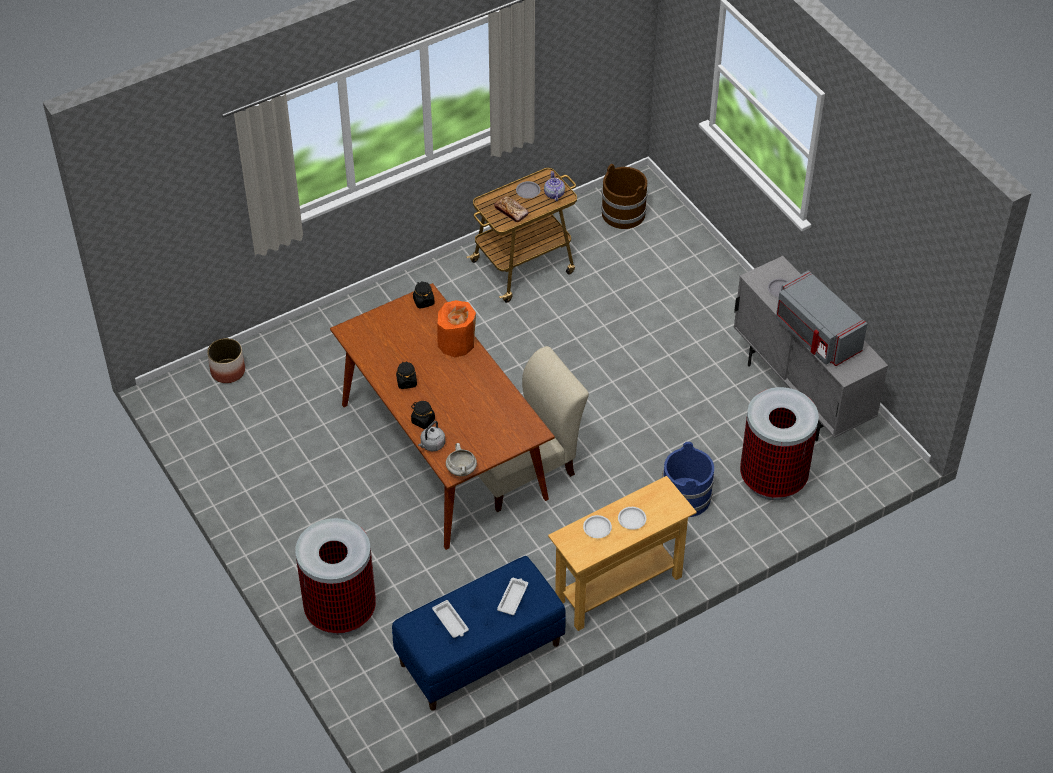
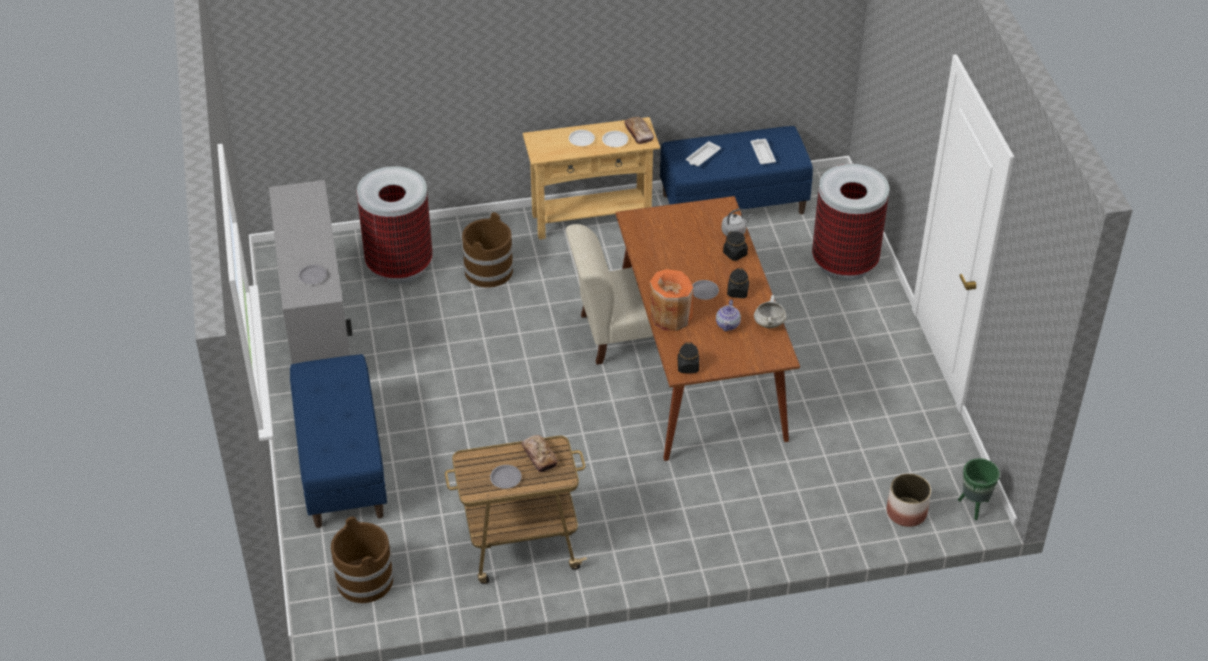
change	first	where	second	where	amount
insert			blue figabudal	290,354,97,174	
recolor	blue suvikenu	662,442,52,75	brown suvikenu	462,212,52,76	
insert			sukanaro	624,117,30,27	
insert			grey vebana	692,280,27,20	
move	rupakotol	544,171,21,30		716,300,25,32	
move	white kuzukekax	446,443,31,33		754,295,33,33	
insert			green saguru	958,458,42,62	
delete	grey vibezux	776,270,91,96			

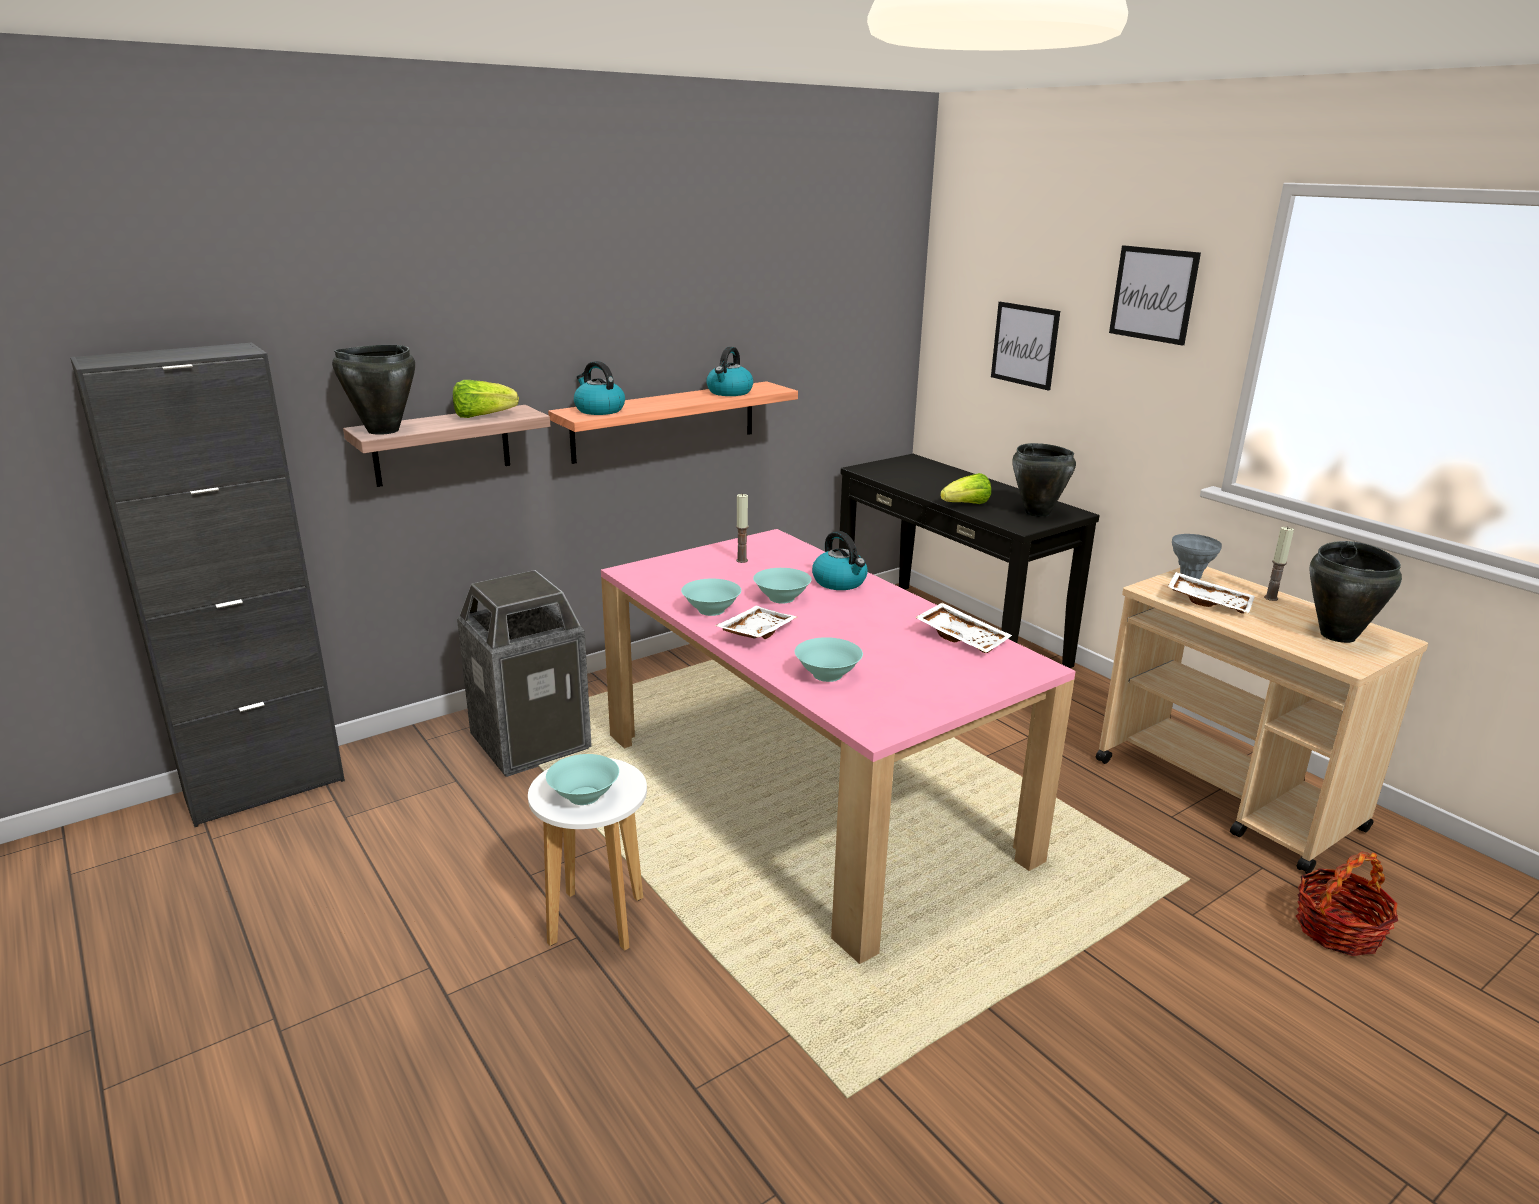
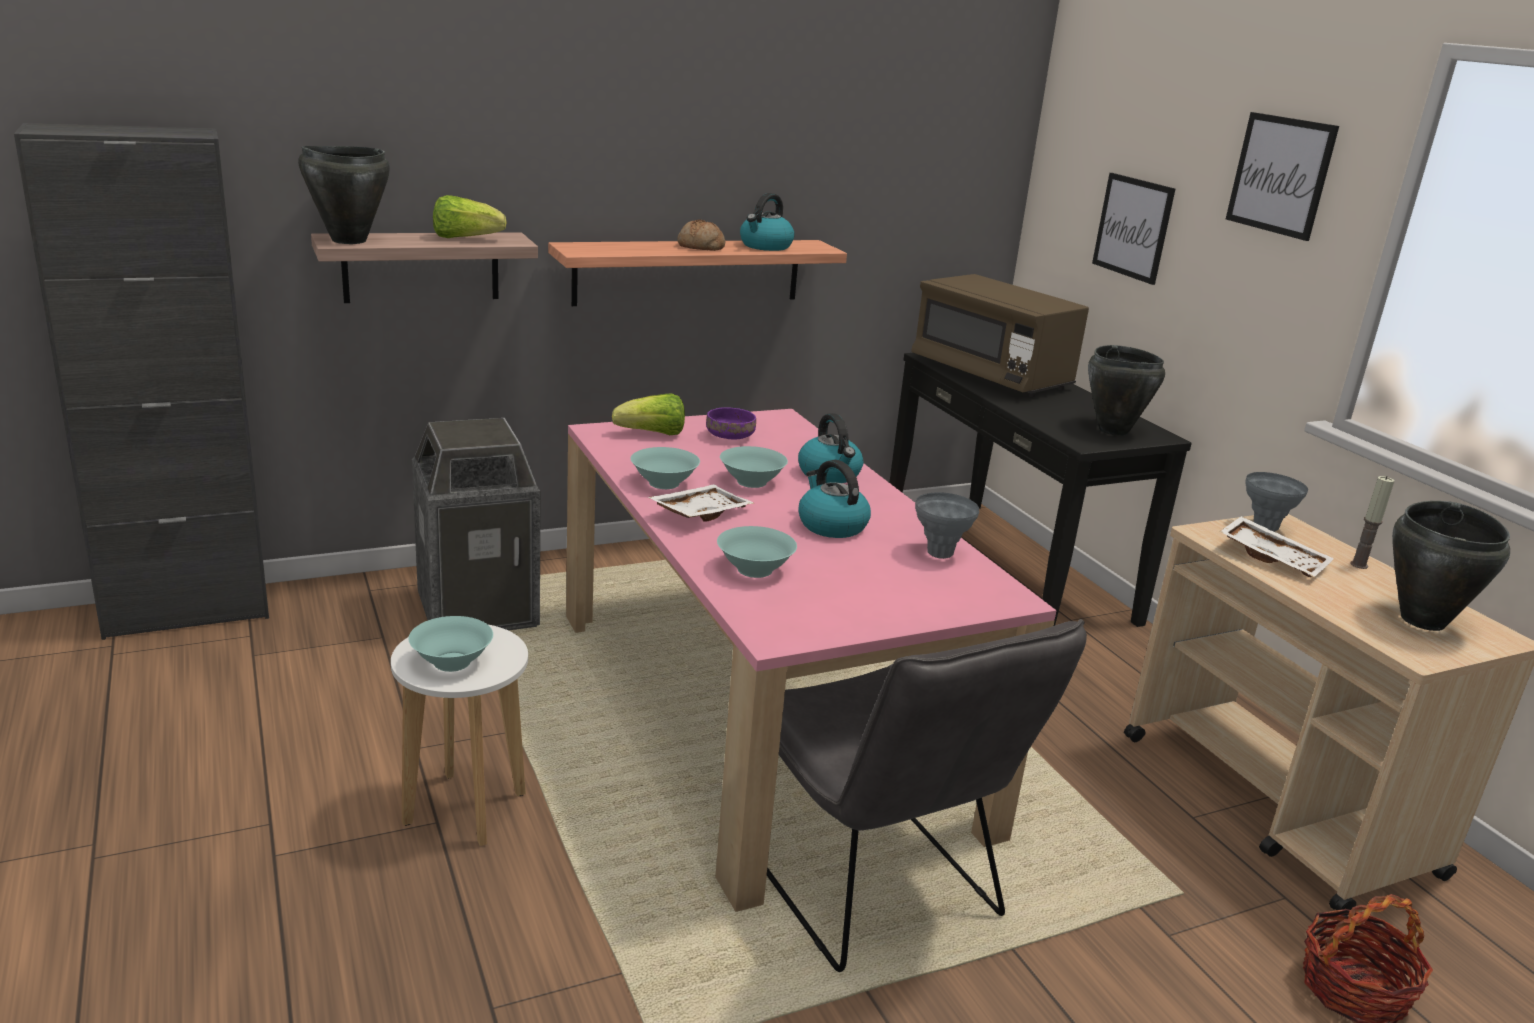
change	first	where	second	where	amount
move	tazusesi	940,473,51,31		612,393,73,42	
insert			sukanaro	677,219,48,32	
replace	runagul	736,493,12,70	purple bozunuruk	706,407,50,33	
insert			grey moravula	767,619,320,353	
move	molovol	574,361,51,54		799,460,72,78	
insert			brown vibezux	911,274,178,123	
replace	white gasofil	915,603,97,50	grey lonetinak	915,492,64,67	

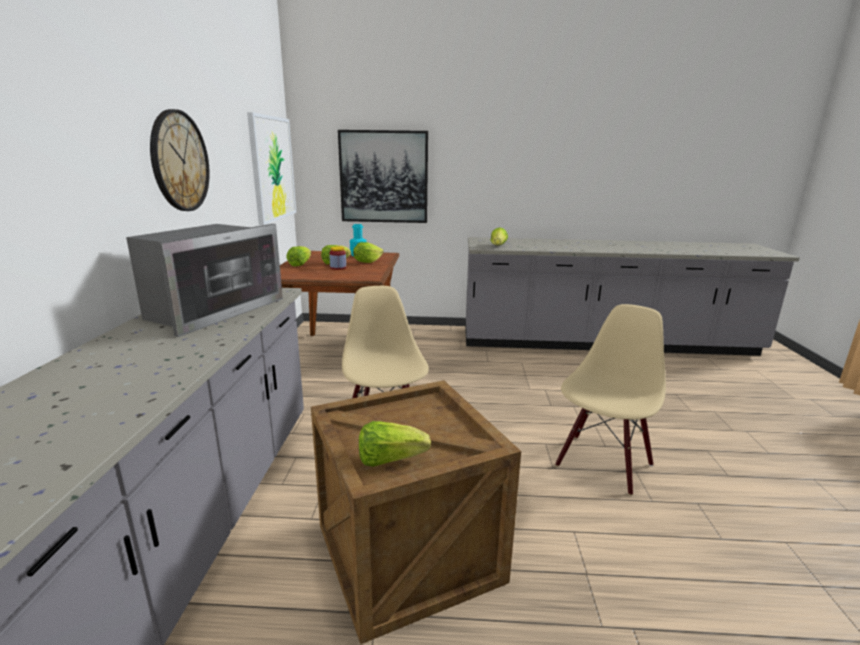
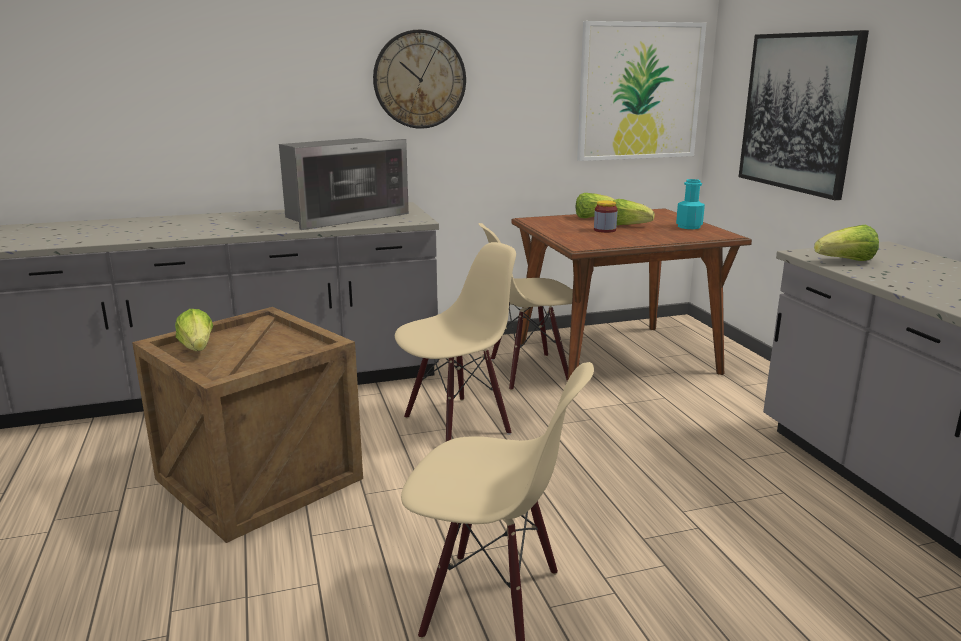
change	first	where	second	where	amount
rotate	vibezux	126,224,157,113		279,138,130,92	45 degrees counterclockwise
insert			beige moravula	478,223,95,168	
delete	tazusesi	353,242,31,21			

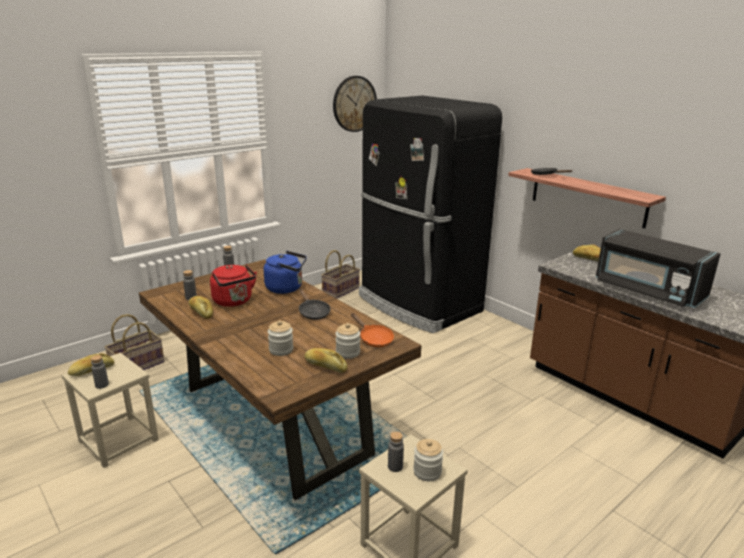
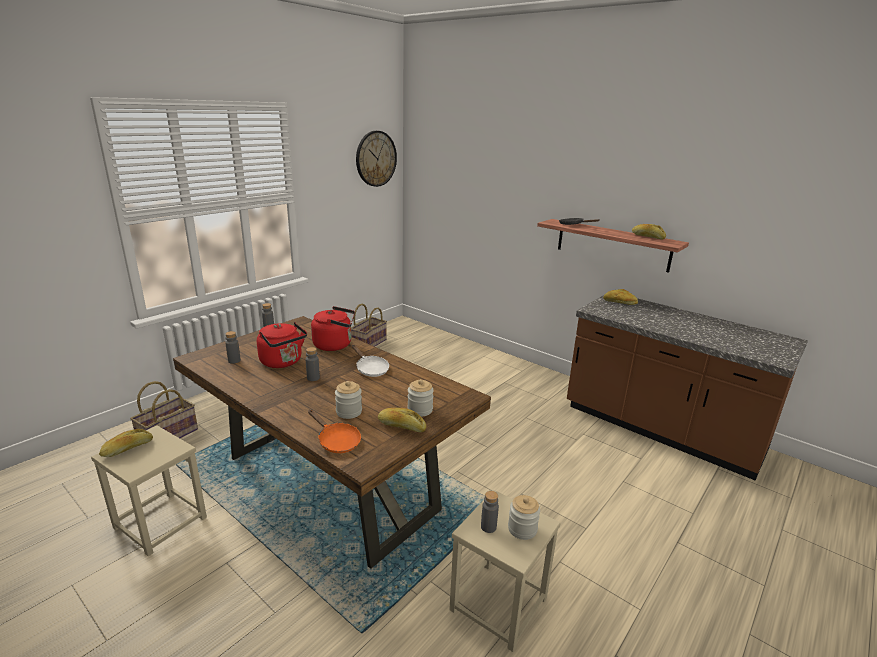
change	first	where	second	where	amount
move	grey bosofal	91,355,18,34		306,347,14,34	
move	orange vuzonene	351,313,43,34		308,410,53,43	
recolor	blue molovol	264,251,43,43	red molovol	311,306,44,45	
recolor	black vuzonene	299,289,32,31	white vuzonene	352,345,37,32	
move	sukanaro	189,296,24,23		632,224,34,16	
delete	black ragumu	359,96,143,237			
delete	black vibezux	596,229,125,79			

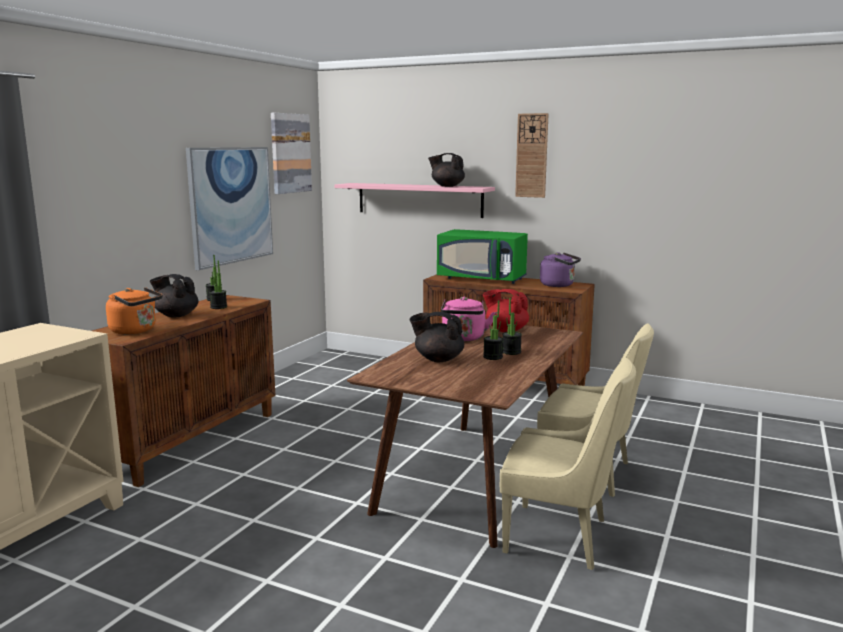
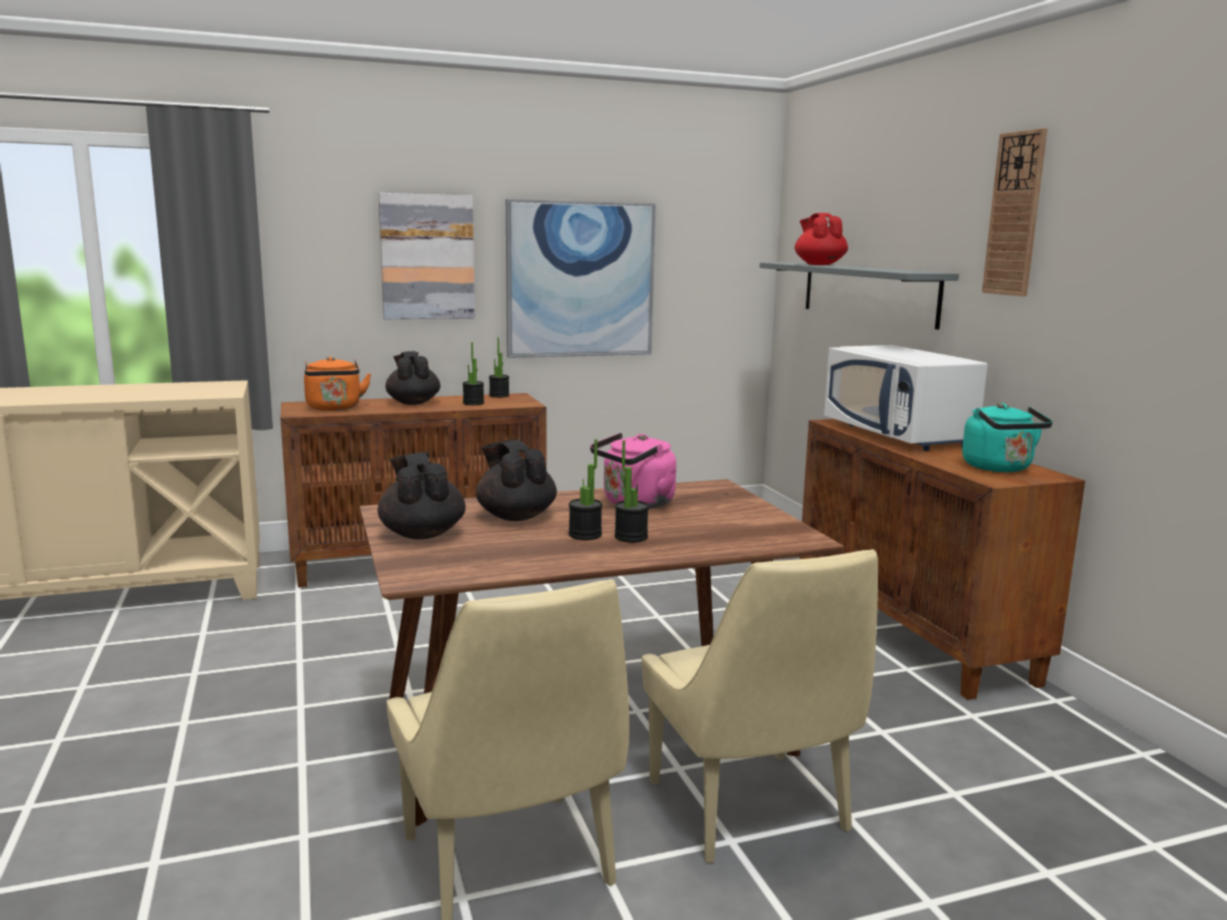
change	first	where	second	where	amount
move	black rupakotol	428,153,37,34		378,452,88,88	
move	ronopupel	271,113,41,81		379,193,96,126	
recolor	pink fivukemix	335,183,160,35	grey fivukemix	760,262,199,68	
move	red rupakotol	483,289,46,43		795,213,53,52	
recolor	green vibezux	437,229,91,55	white vibezux	824,345,164,106	
recolor	purple molovol	540,252,41,35	turquoise molovol	962,403,91,69	

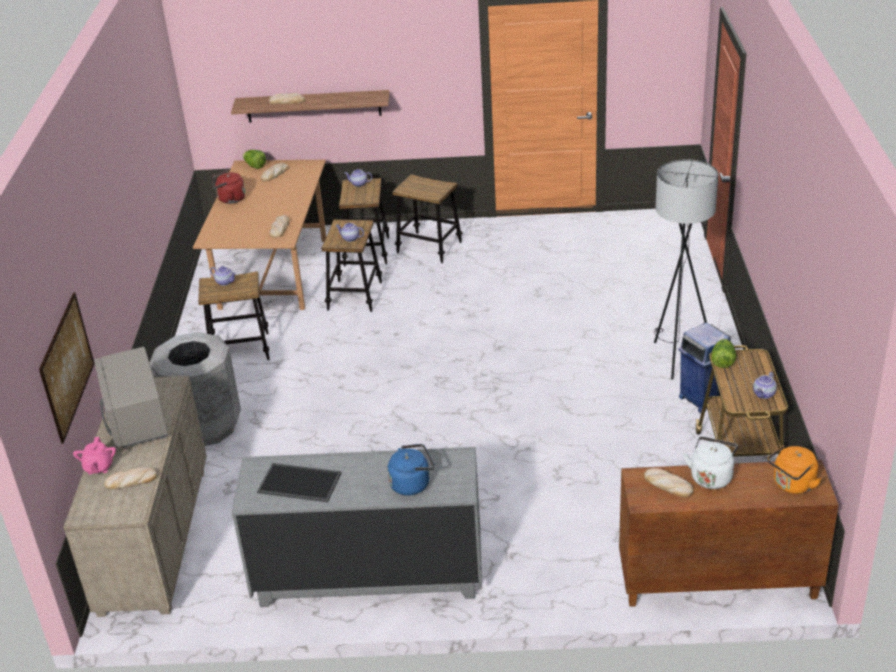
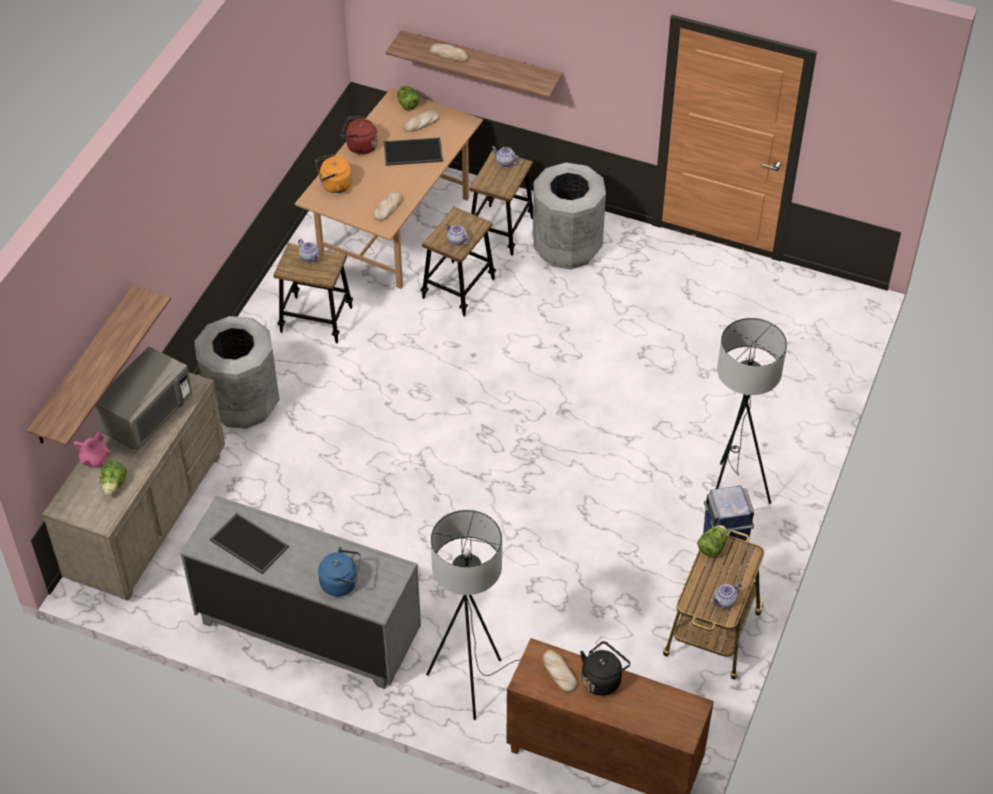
change	first	where	second	where	amount
replace	ronopupel	39,292,55,151	fivukemix	27,285,144,161	
rotate	grey vibezux	94,347,74,101		94,346,98,104	150 degrees counterclockwise
replace	sukanaro	104,467,53,22	tazusesi	100,461,27,34	
move	orange molovol	768,445,53,49		315,154,37,39	
insert			gasofil	383,137,60,29	
insert			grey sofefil	426,510,93,210	
replace	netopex	392,174,71,89	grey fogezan	533,162,73,108	
recolor	white molovol	683,437,55,52	black molovol	580,641,50,55	

